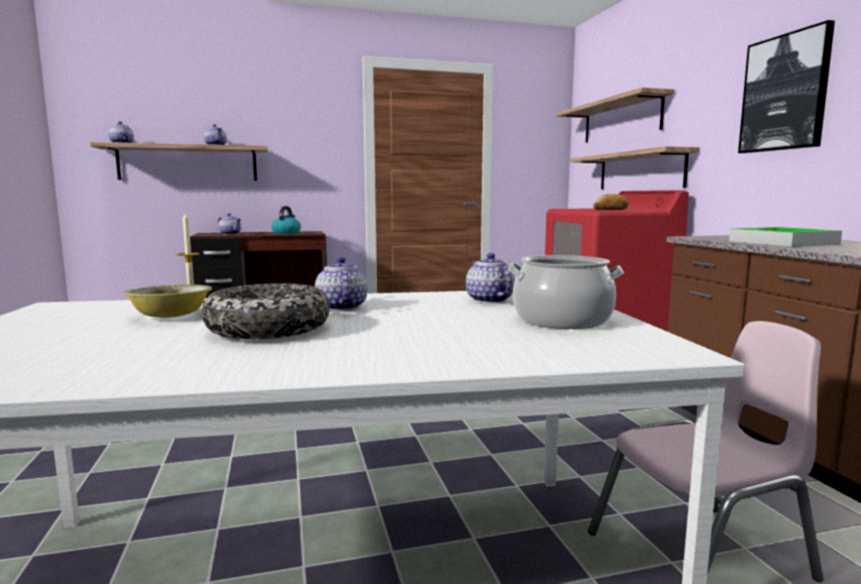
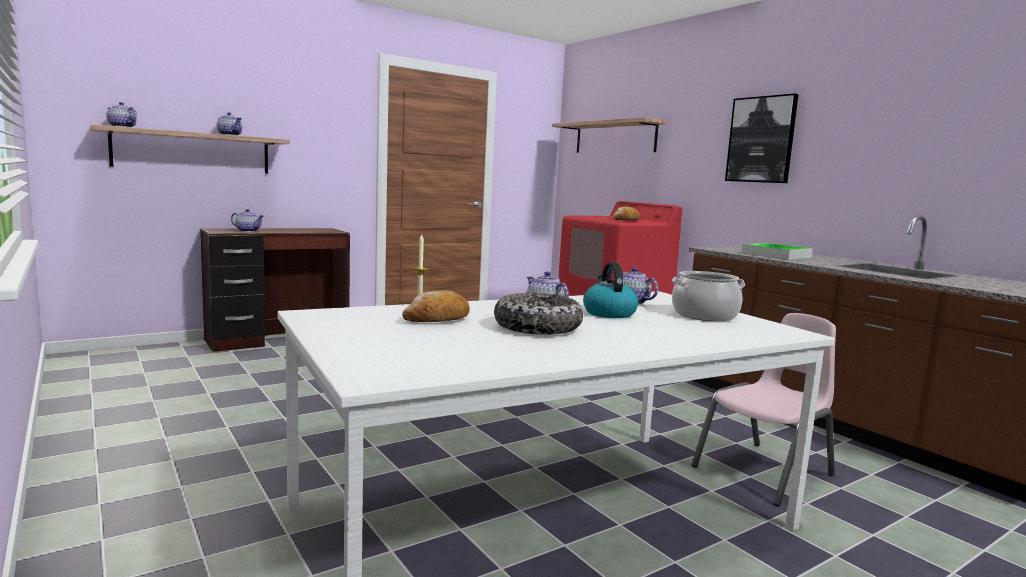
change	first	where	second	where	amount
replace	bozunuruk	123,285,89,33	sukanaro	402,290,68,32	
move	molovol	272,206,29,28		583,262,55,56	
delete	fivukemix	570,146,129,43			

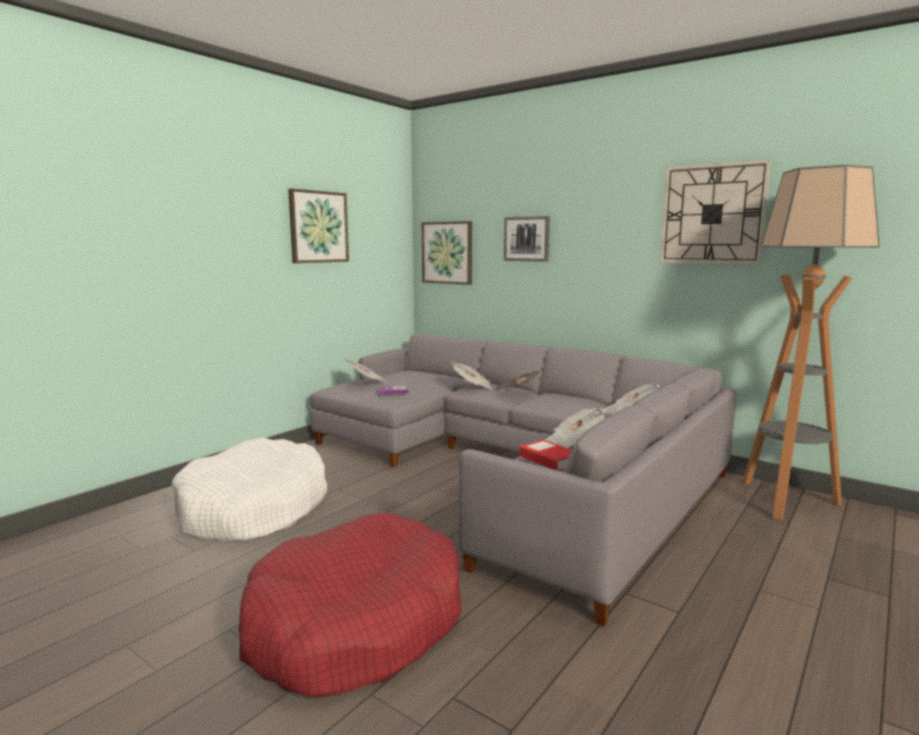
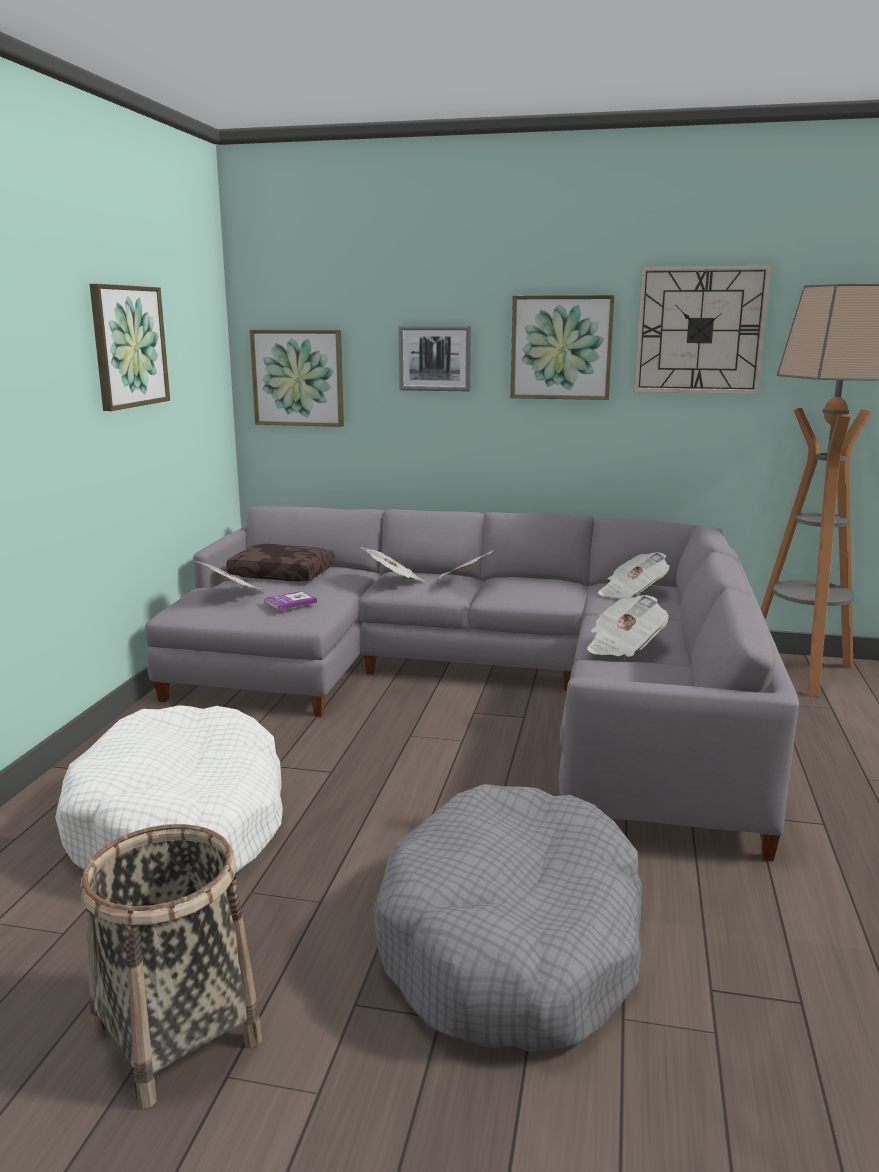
change	first	where	second	where	amount
insert			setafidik	80,824,182,285	
insert			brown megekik	226,544,109,38	
recolor	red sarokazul	239,513,223,184	grey sarokazul	373,784,269,268	
insert			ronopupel	510,295,105,105	
delete	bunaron	519,440,53,31			

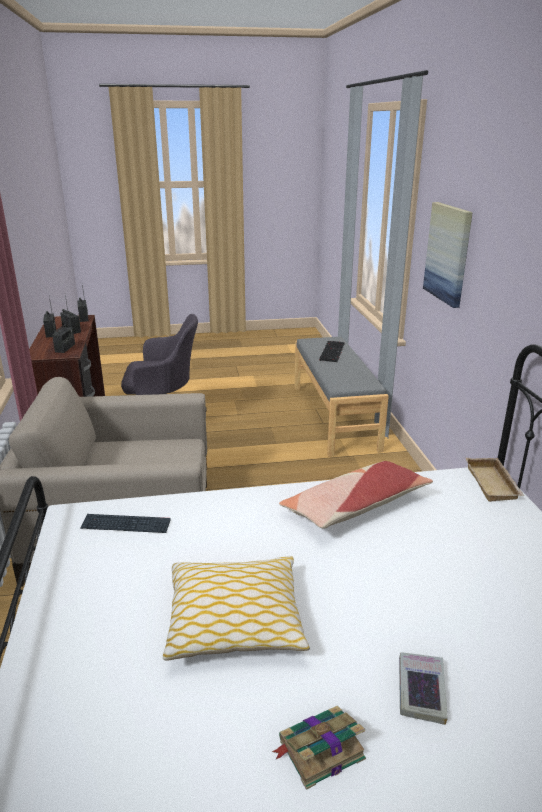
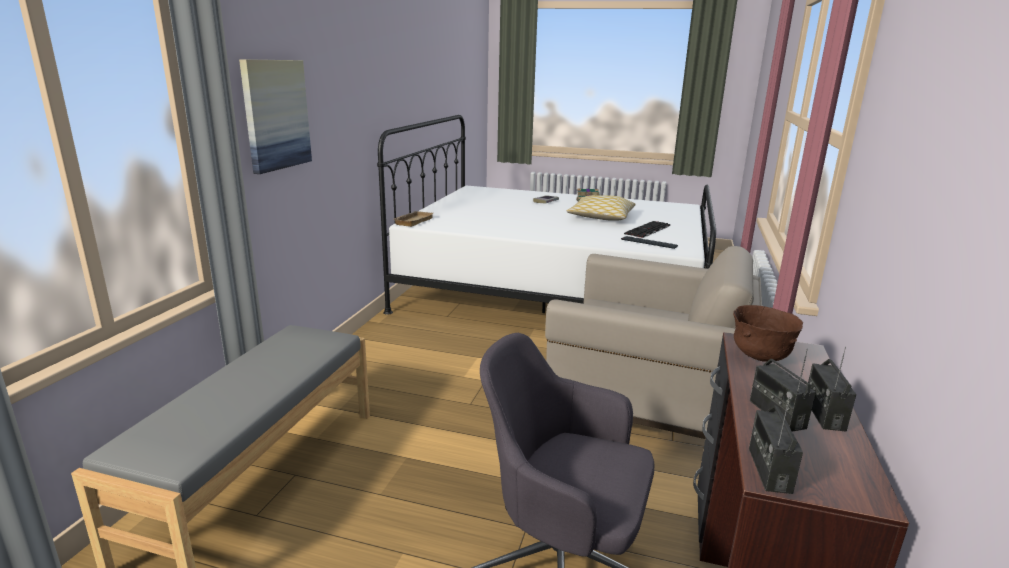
change	first	where	second	where	amount
move	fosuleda	319,341,26,21		624,221,46,17	
replace	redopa	52,312,23,41	brown bozunuruk	733,305,70,57	
delete	megekik	279,461,154,68			

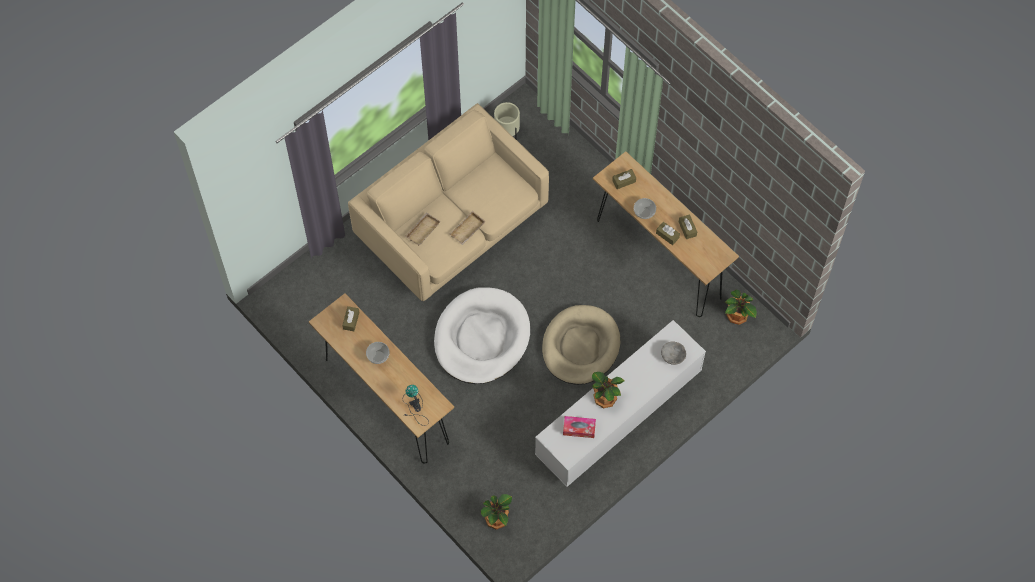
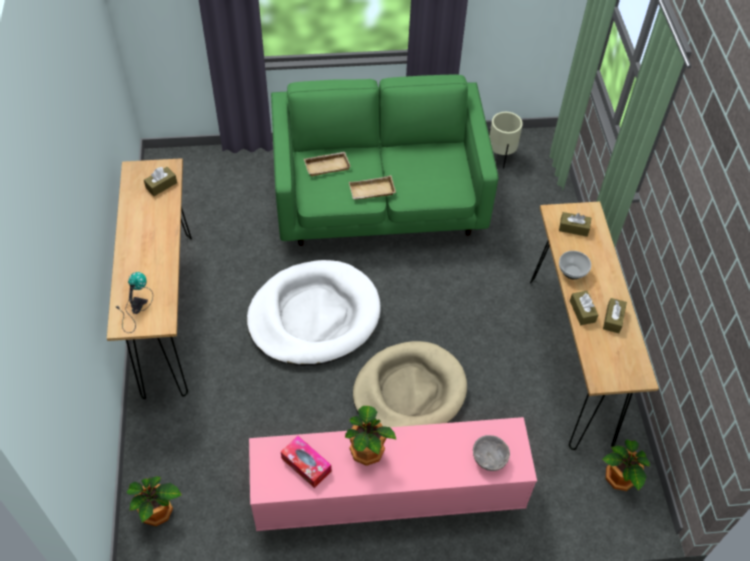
change	first	where	second	where	amount
recolor	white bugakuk	535,320,171,167	pink bugakuk	249,417,288,114	
recolor	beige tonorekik	348,103,201,198	green tonorekik	271,75,228,171	
delete	bozunuruk	366,342,24,22			

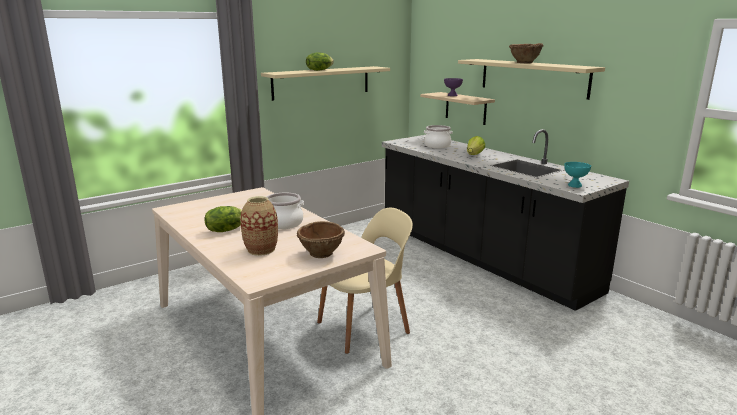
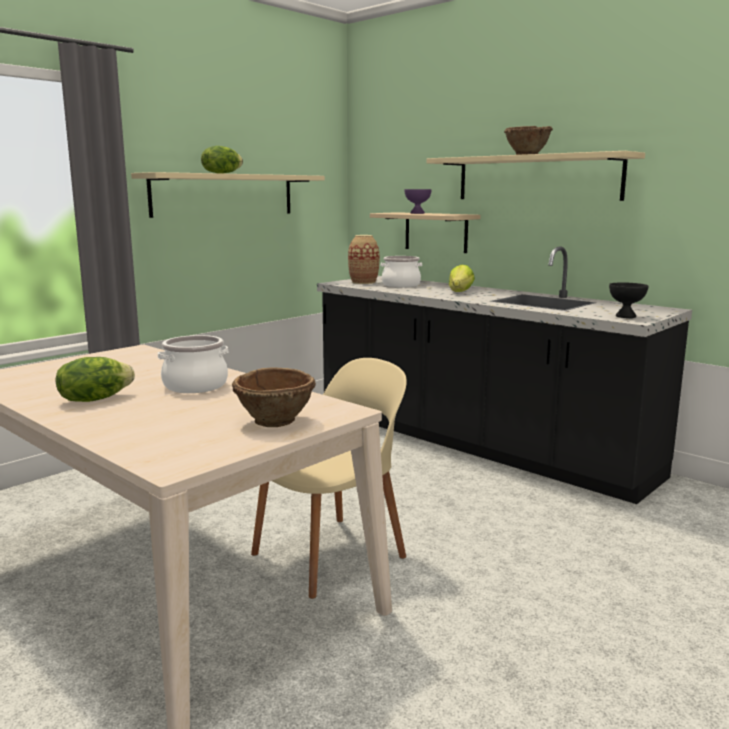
change	first	where	second	where	amount
move	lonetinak	240,196,38,60		348,235,31,49	
recolor	turquoise bozunuruk	564,162,27,26	black bozunuruk	609,282,39,36	

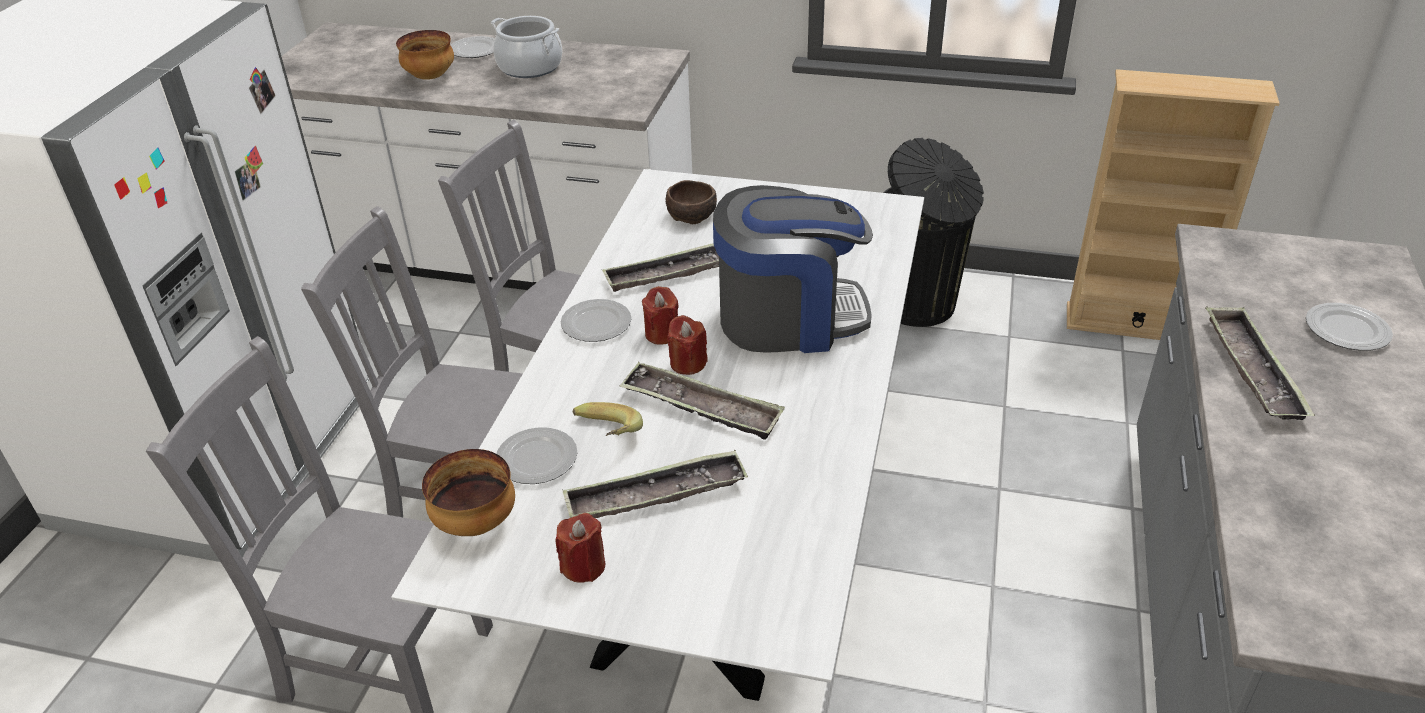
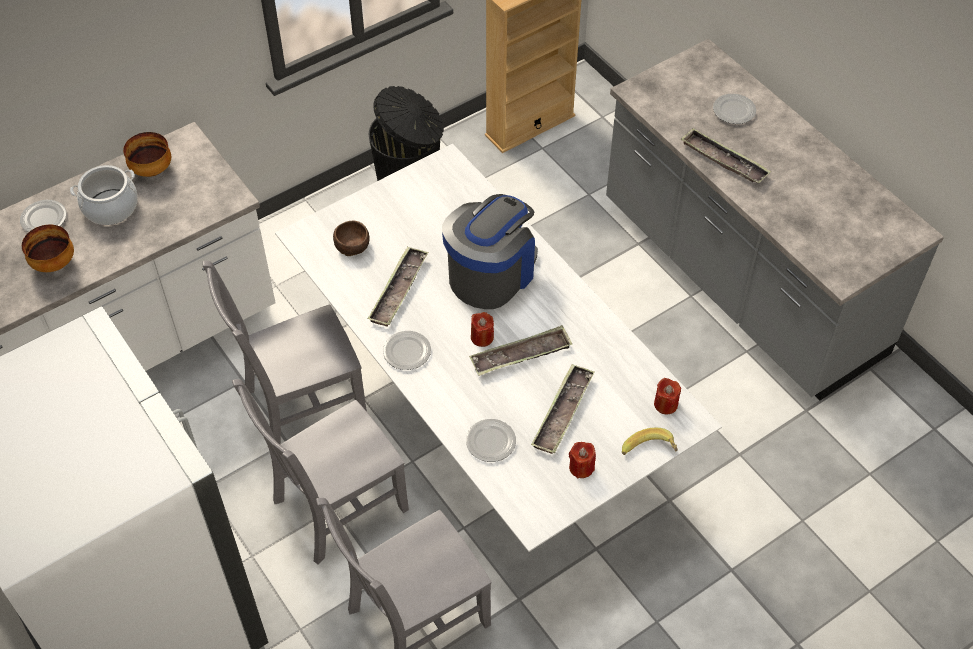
change	first	where	second	where	amount
move	bozunuruk	422,449,93,87		123,132,48,45	
move	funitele	573,402,70,34		622,428,56,27	
move	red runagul	642,286,37,59		654,378,27,36	

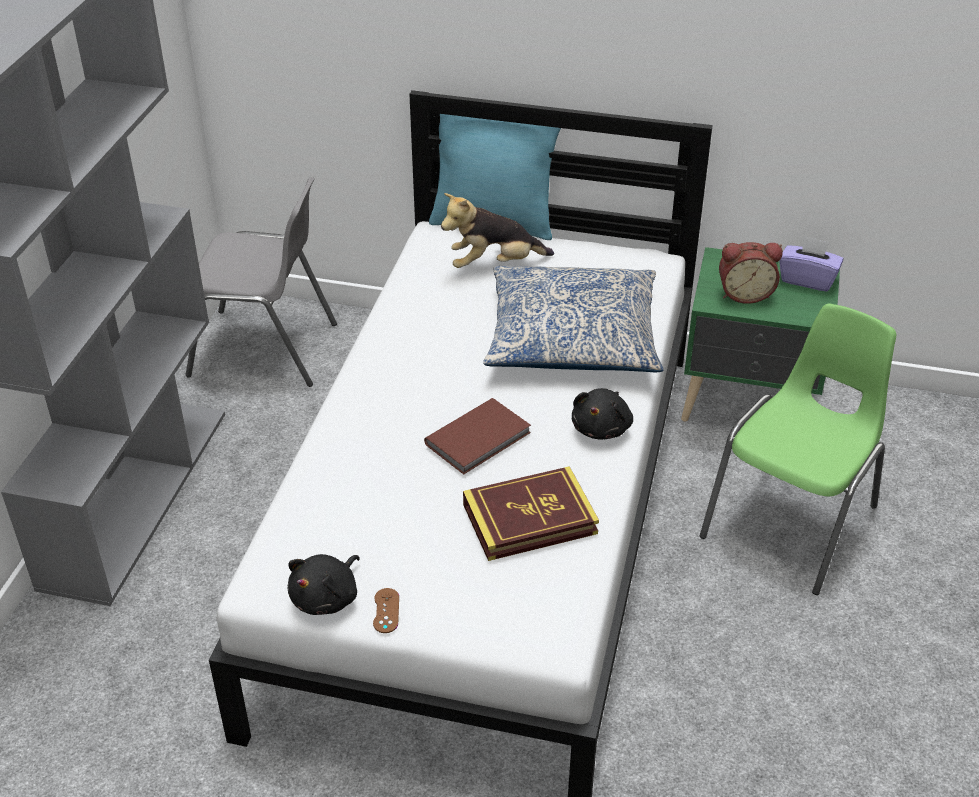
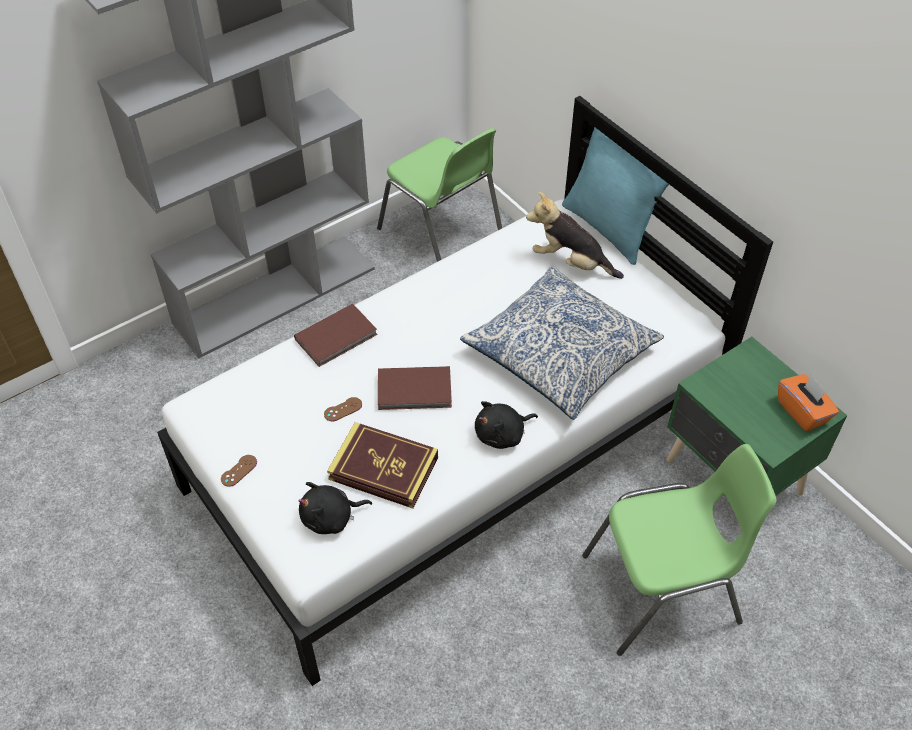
change	first	where	second	where	amount
insert			brown bunaron	294,304,84,63	
move	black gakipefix	288,554,72,61		299,482,73,52	
insert			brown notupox	324,397,38,25	
recolor	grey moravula	186,177,151,210	green moravula	377,128,125,134	
recolor	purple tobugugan	779,236,64,56	orange tobugugan	778,374,61,58	
delete	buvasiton	719,242,64,62			

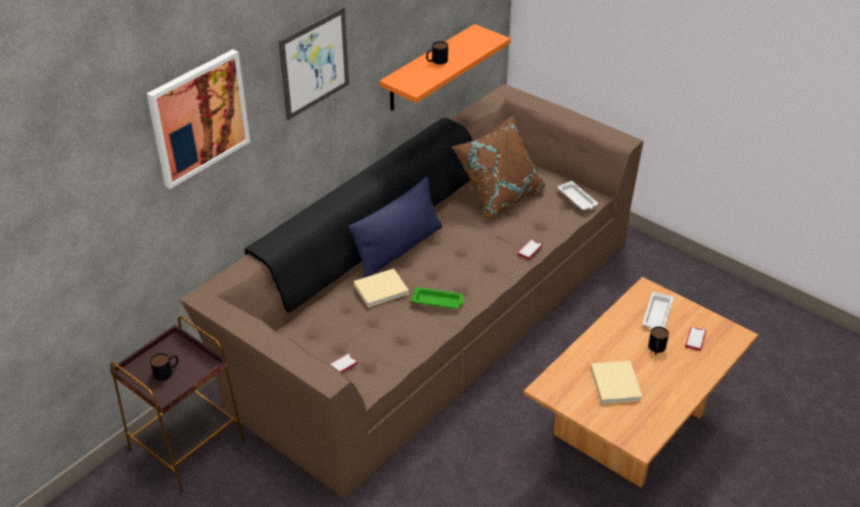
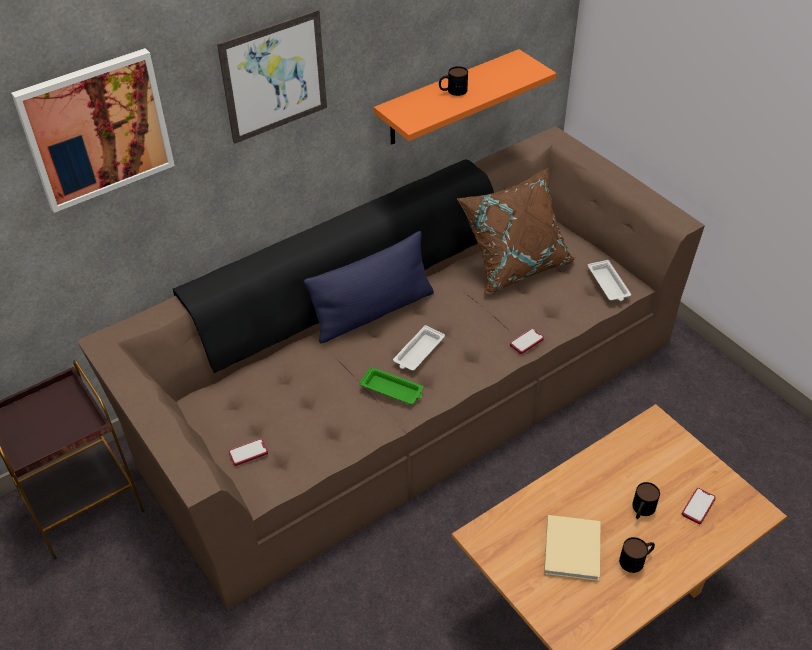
change	first	where	second	where	amount
move	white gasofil	643,292,30,37		393,325,52,46	
move	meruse	150,353,28,28		619,537,36,36	
delete	beige bunaron	354,269,55,39			

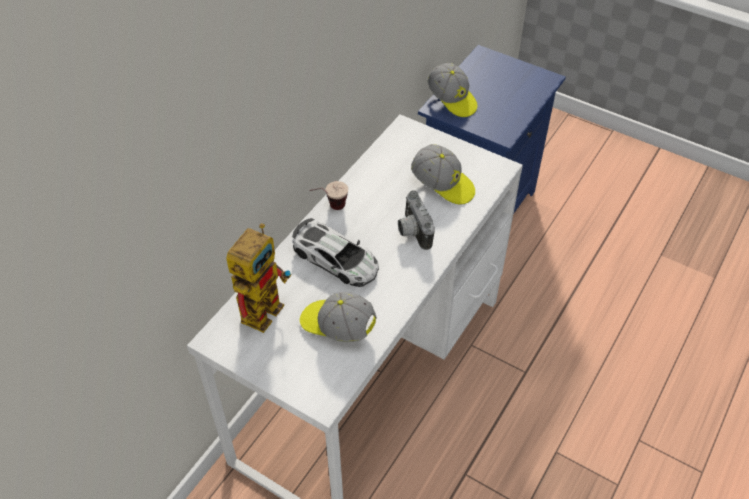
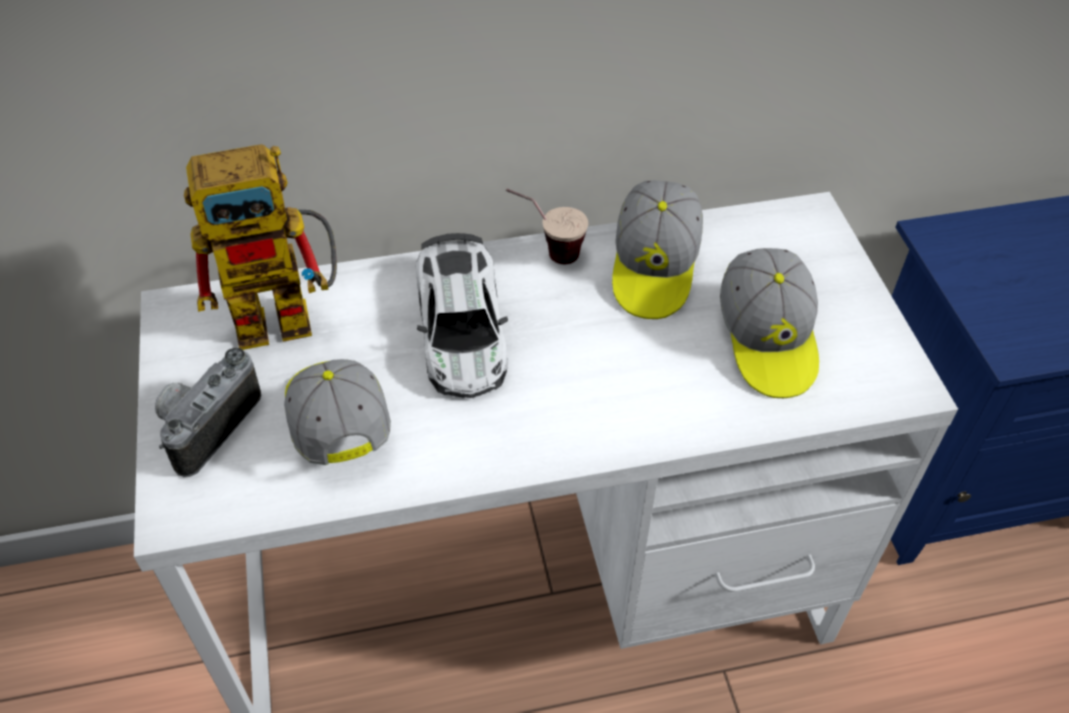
change	first	where	second	where	amount
move	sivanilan	398,190,37,60		155,347,106,130	
move	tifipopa	427,63,50,54		612,180,91,139	

